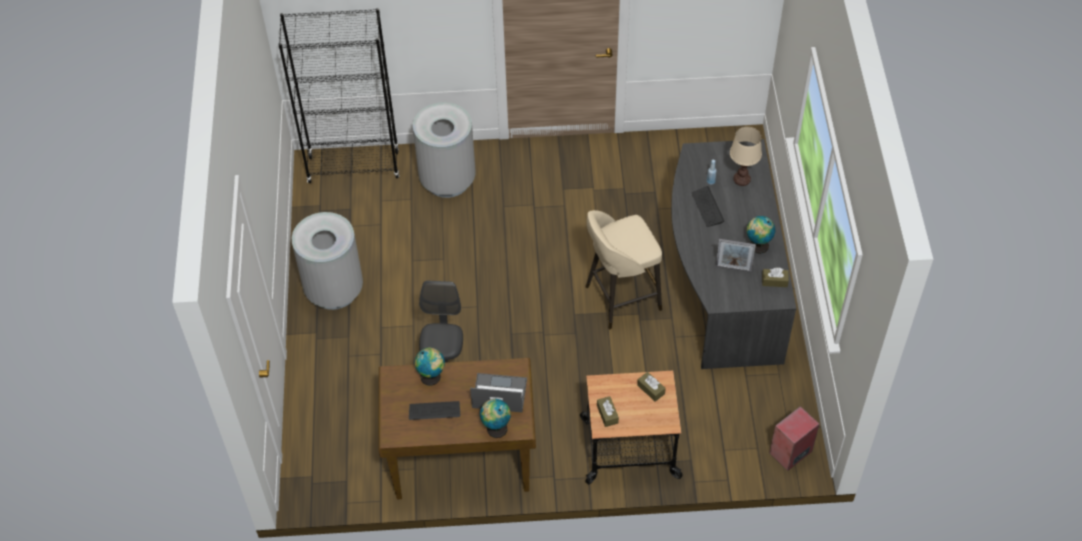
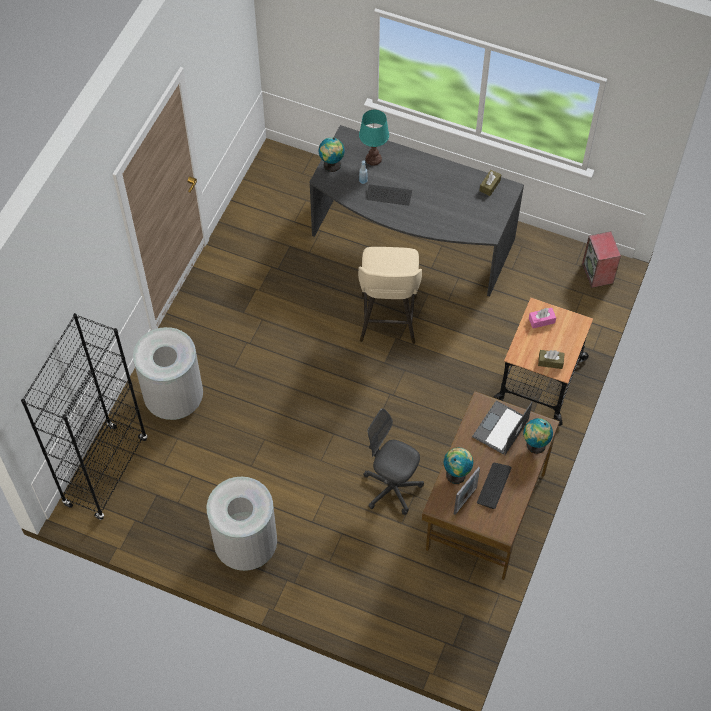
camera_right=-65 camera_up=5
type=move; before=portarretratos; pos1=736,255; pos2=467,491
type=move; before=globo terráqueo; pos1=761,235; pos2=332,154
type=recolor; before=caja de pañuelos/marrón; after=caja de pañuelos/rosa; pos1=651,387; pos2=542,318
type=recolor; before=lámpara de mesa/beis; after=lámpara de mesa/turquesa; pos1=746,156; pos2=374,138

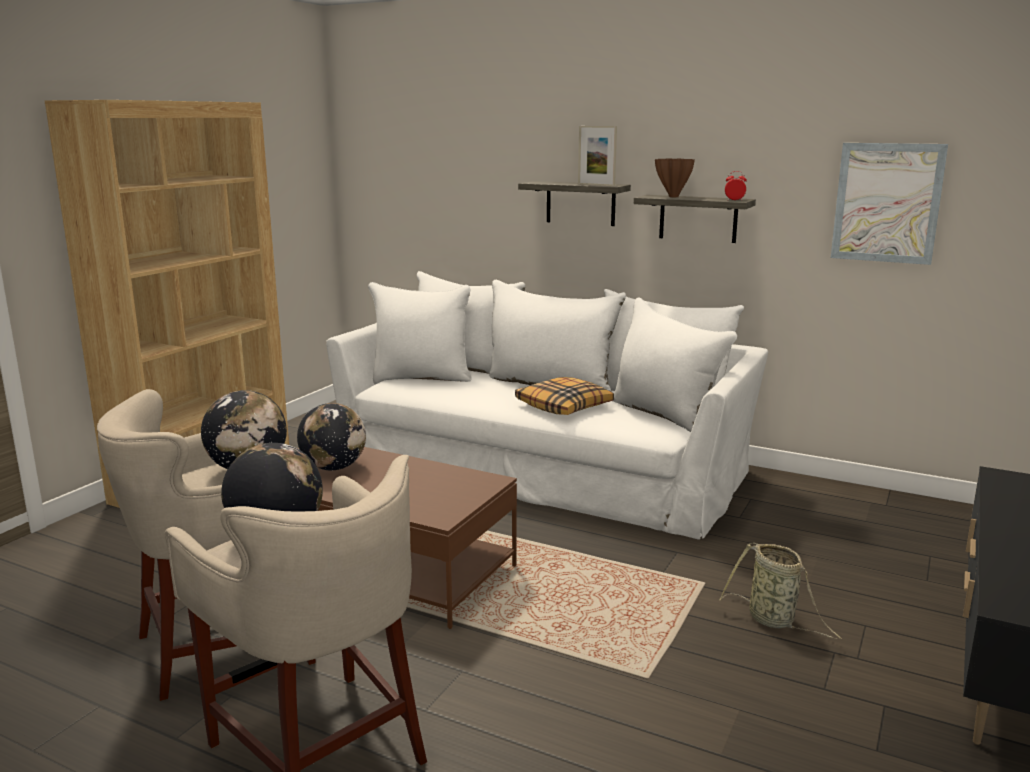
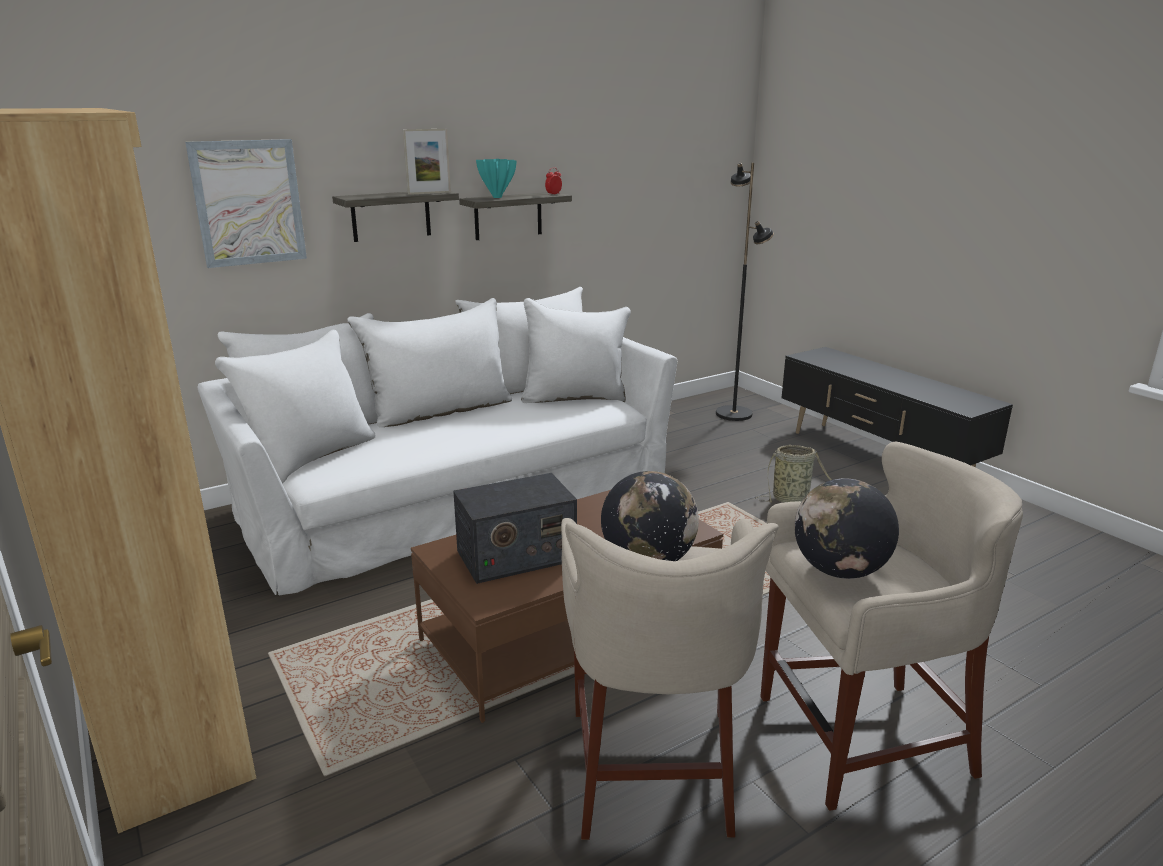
camera_right=-60 camera_up=5
type=delete; before=cojín; pos1=564,396
type=insert; after=lámpara de pie/negro; pos2=745,292
type=move; before=cuadro; pos1=889,204; pos2=246,203
type=replace; before=globo terráqueo; after=radio; pos1=331,436; pos2=515,528
type=recolor; before=florero/marrón; after=florero/turquesa; pos1=675,177; pos2=496,178

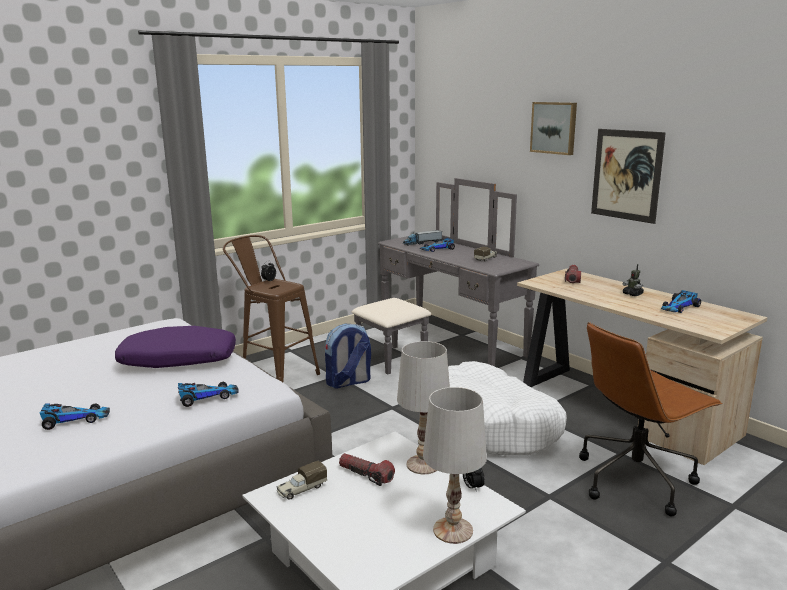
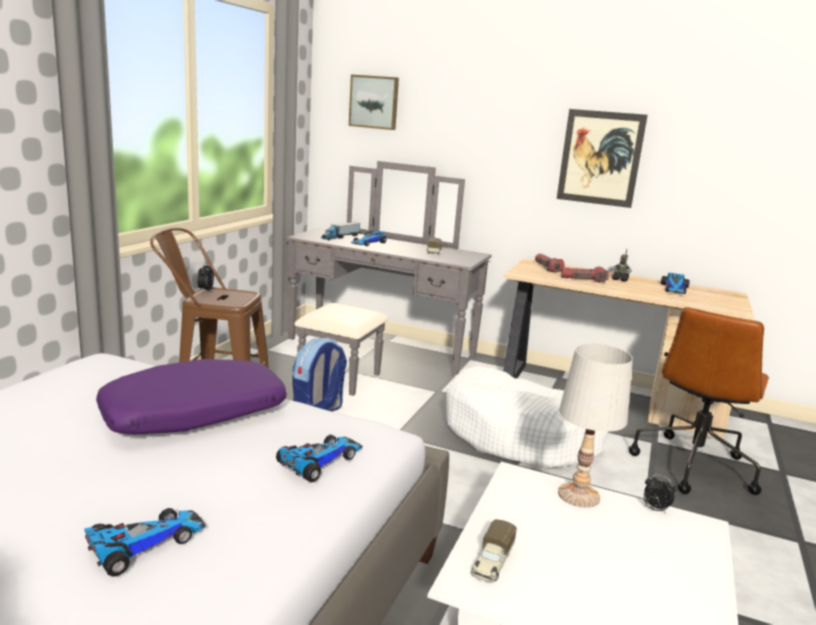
camera_right=-30 camera_up=0
type=delete; before=lámpara de mesa/blanco; pos1=455,465
type=move; before=linterna; pos1=367,469; pos2=585,275
type=move; before=cuadro; pos1=553,128; pos2=374,102

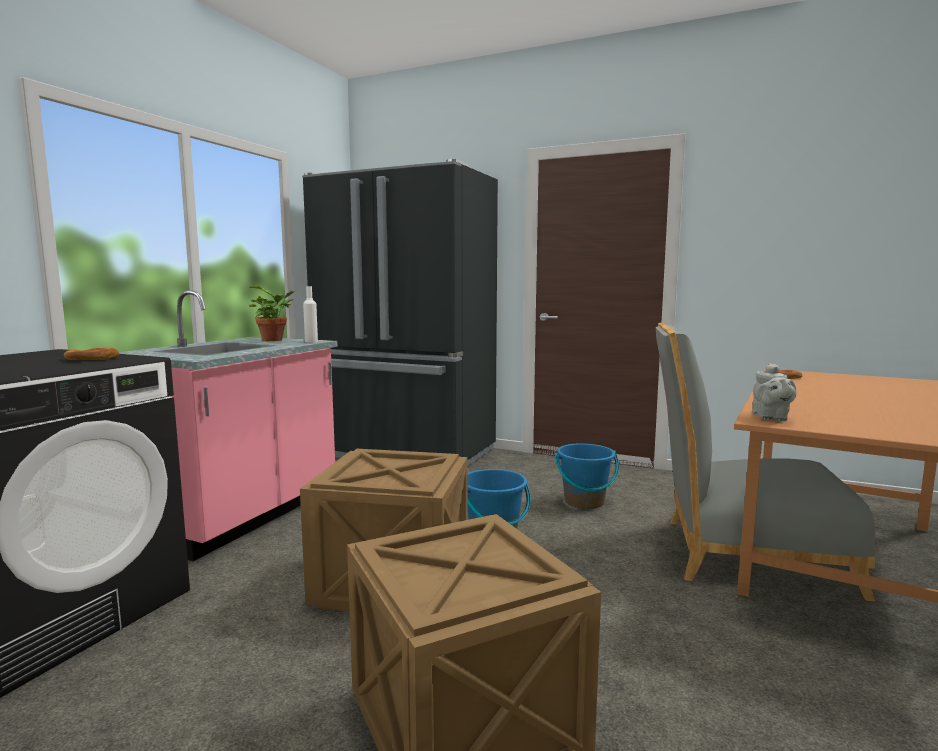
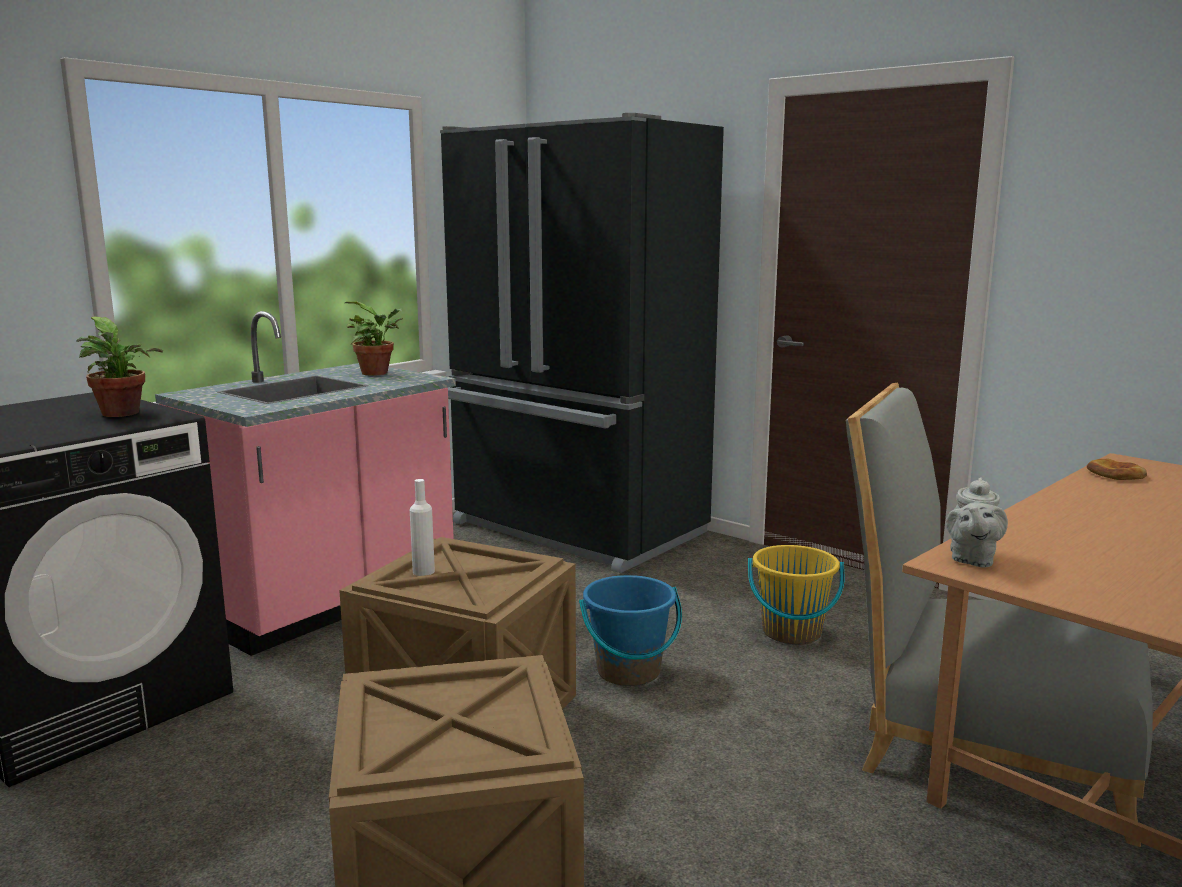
camera_right=15 camera_up=5
type=move; before=botella/blanco; pos1=310,314; pos2=422,527
type=replace; before=pan; after=planta en maceta; pos1=92,353; pos2=120,367
type=recolor; before=cubo/azul; after=cubo/amarillo; pos1=587,476; pos2=796,595

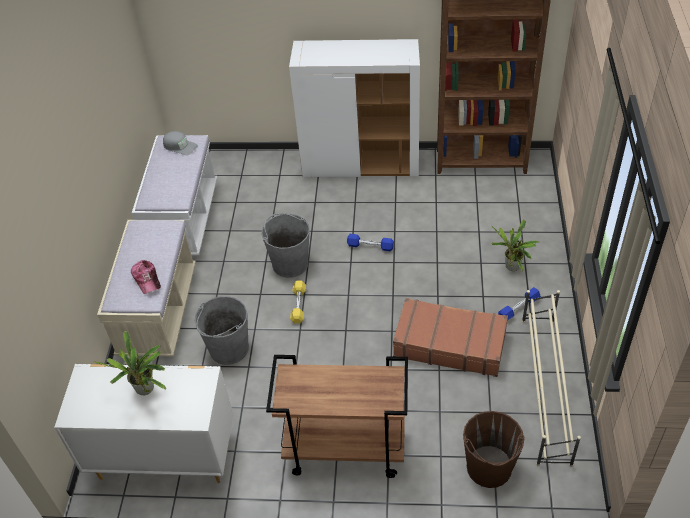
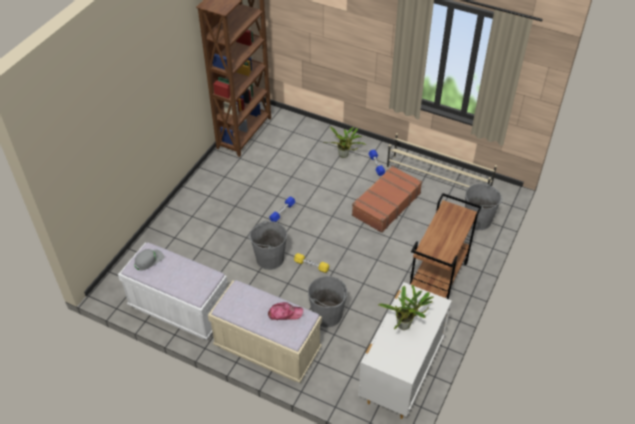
camera_right=-70 camera_up=0
type=delete; before=armario/blanco; pos1=354,108
type=recolor; before=cubo/marrón; after=cubo/gris; pos1=493,449; pos2=484,206

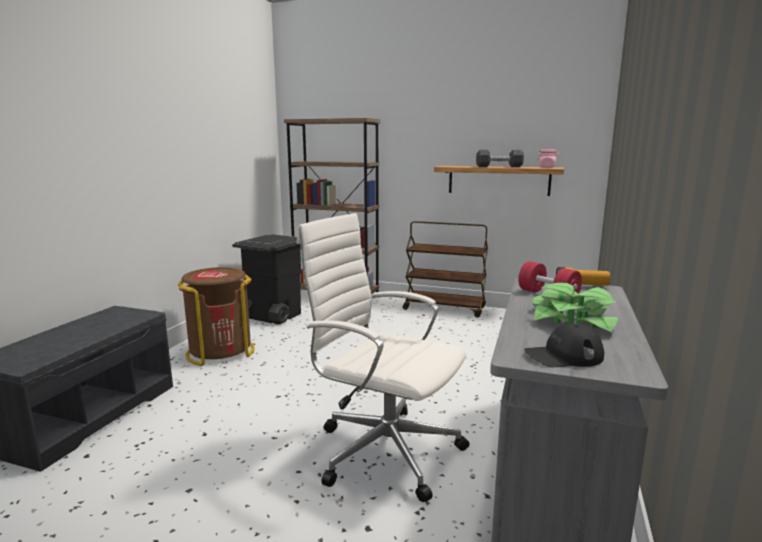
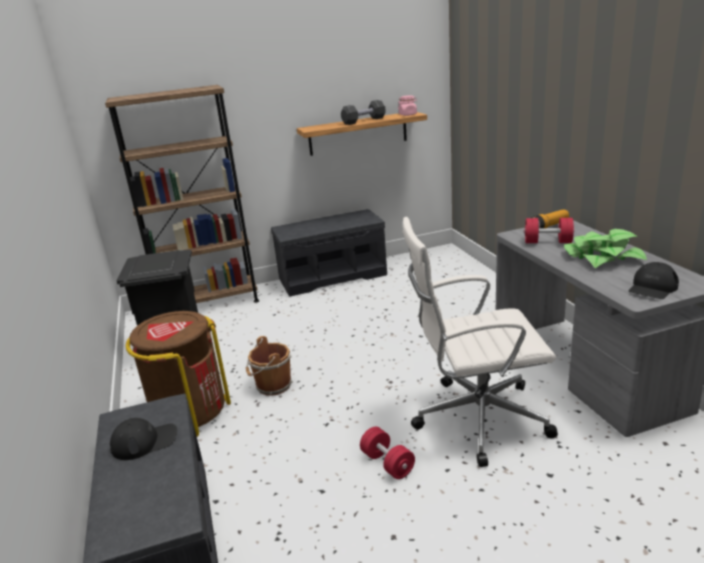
camera_right=-35 camera_up=10
type=insert; after=gorra/negro; pos2=143,439
type=insert; after=cubo/marrón; pos2=269,366
type=insert; after=mancuerna/rojo; pos2=387,453
type=replace; before=carrito/marrón; after=banco/gris; pos1=445,269; pos2=329,253

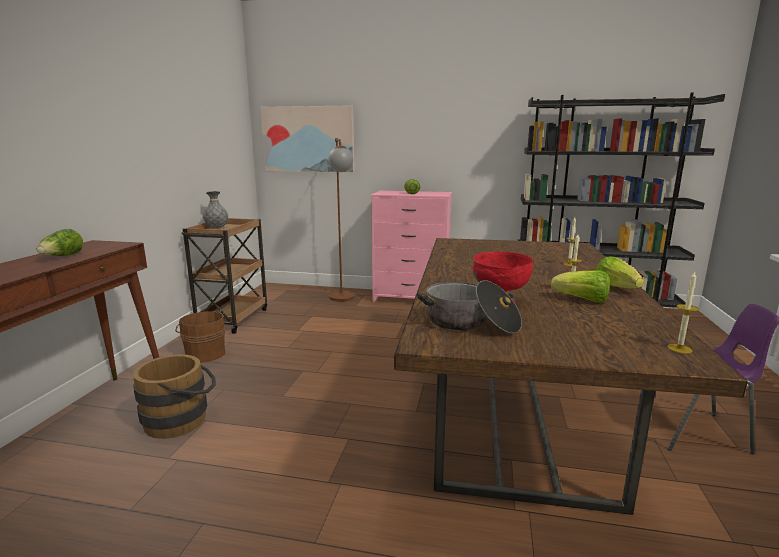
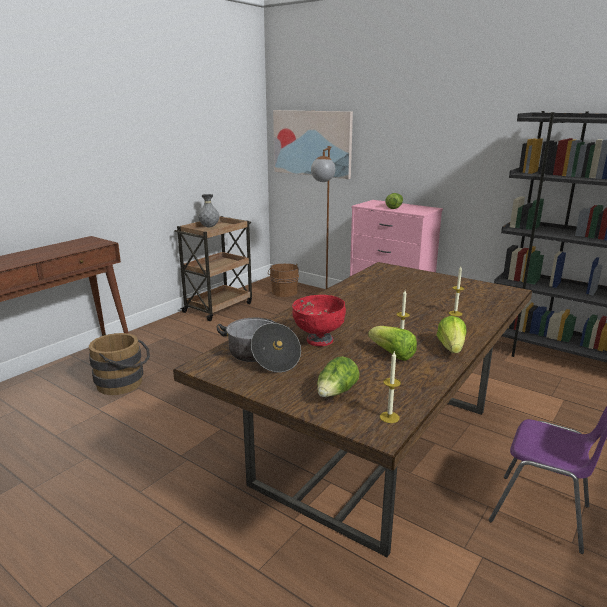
camera_right=25 camera_up=5
type=move; before=lechuga; pos1=60,242; pos2=338,376
type=move; before=cubo/marrón; pos1=200,336; pos2=283,280

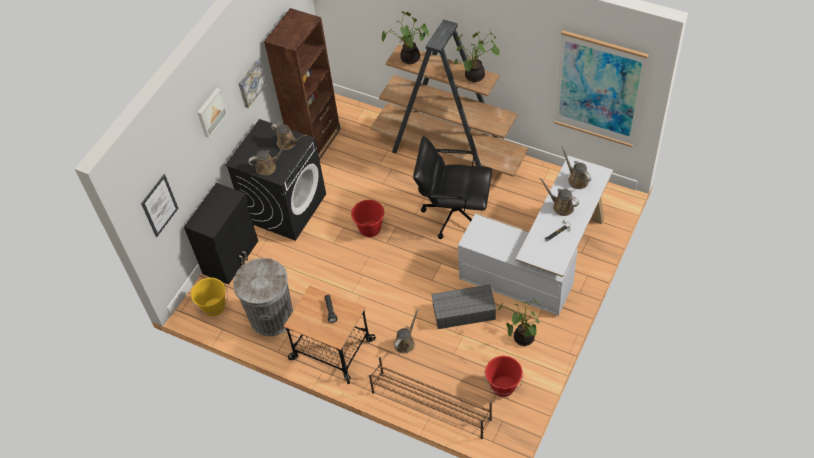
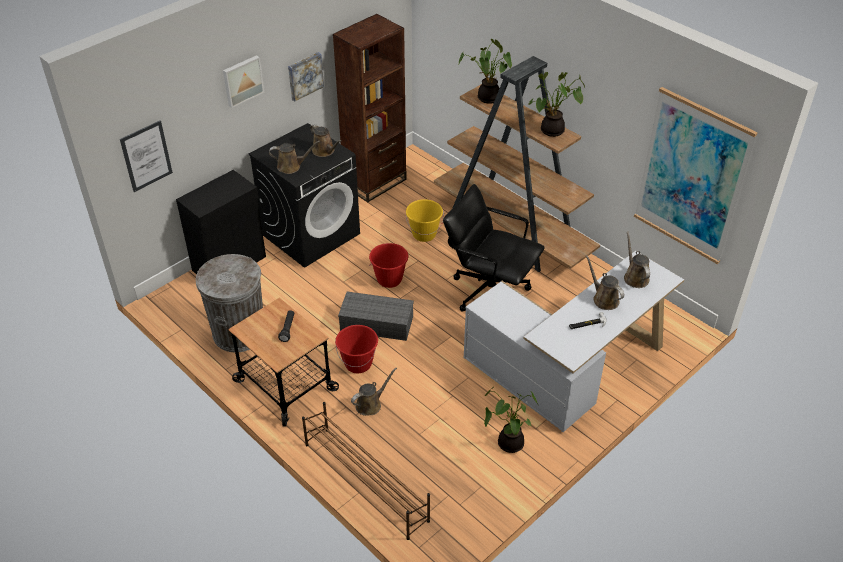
camera_right=15 camera_up=-10
type=move; before=cubo/amarillo; pos1=209,297; pos2=425,220
type=move; before=caja de almacenaje/gris; pos1=464,306; pos2=376,316
type=move; before=cubo/rojo; pos1=503,376; pos2=356,349

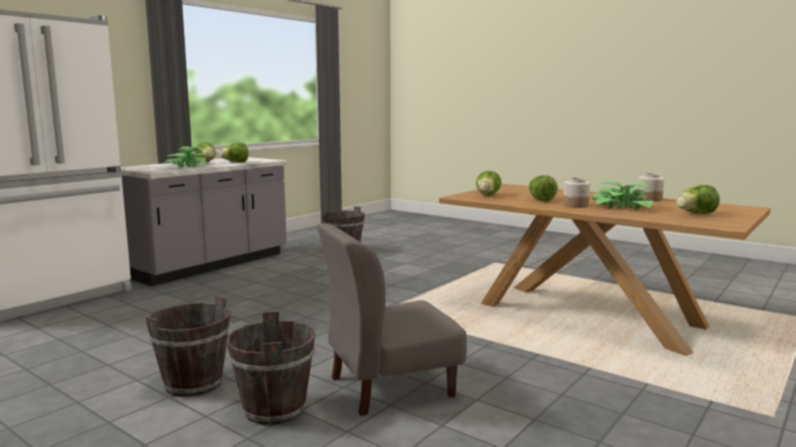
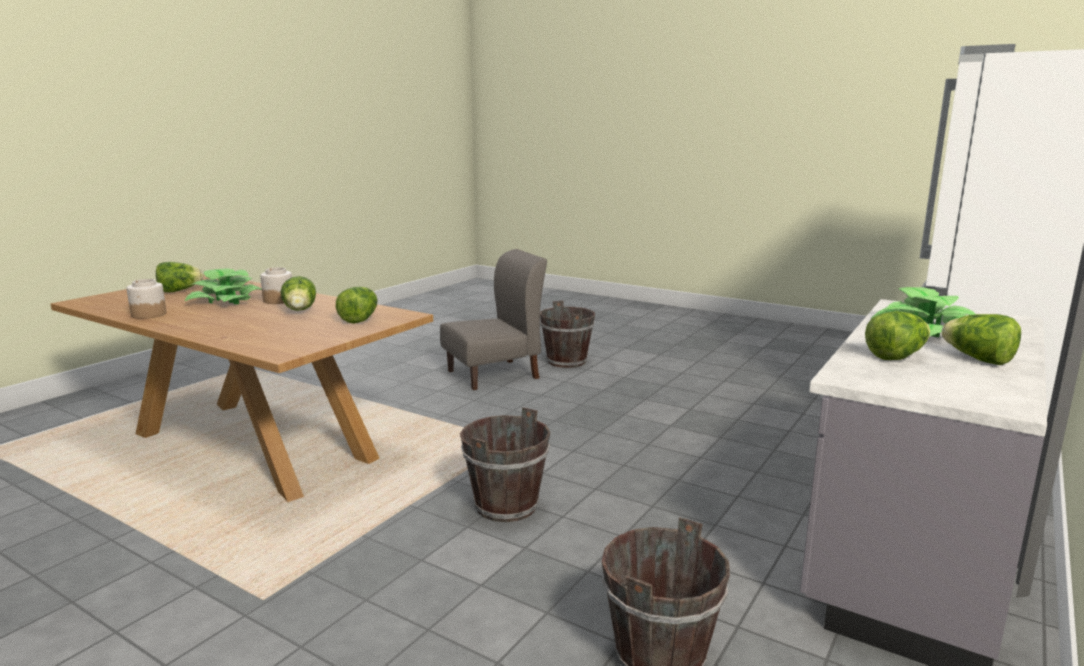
camera_right=175 camera_up=5
type=move; before=cubo/marrón; pos1=188,346; pos2=505,464

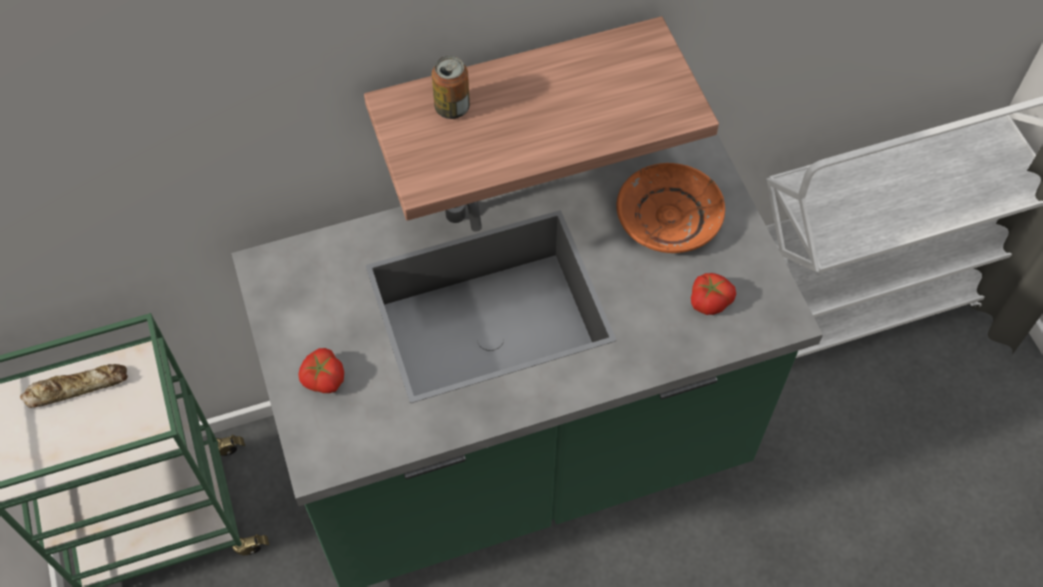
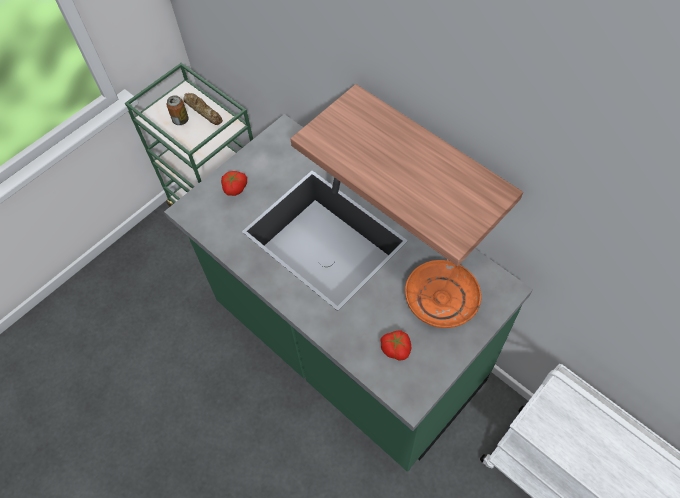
camera_right=65 camera_up=0
type=move; before=lata; pos1=451,87; pos2=177,110

